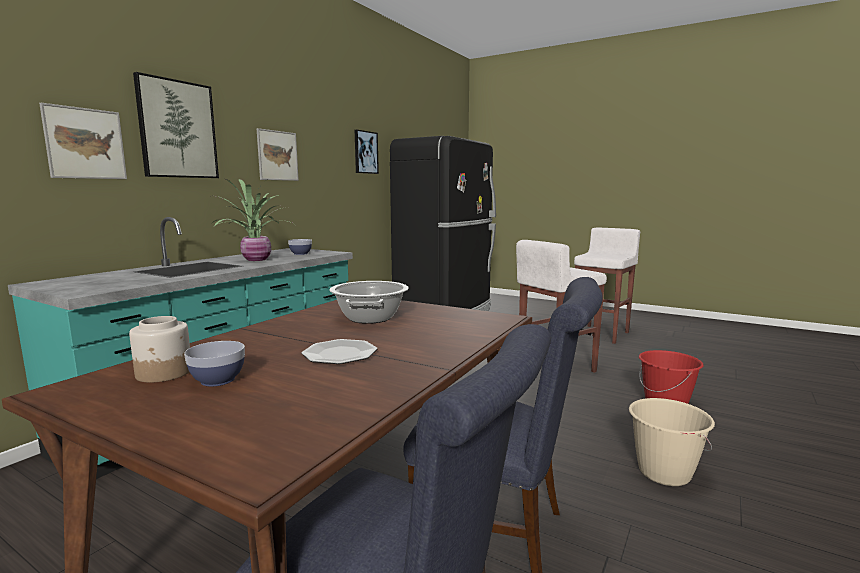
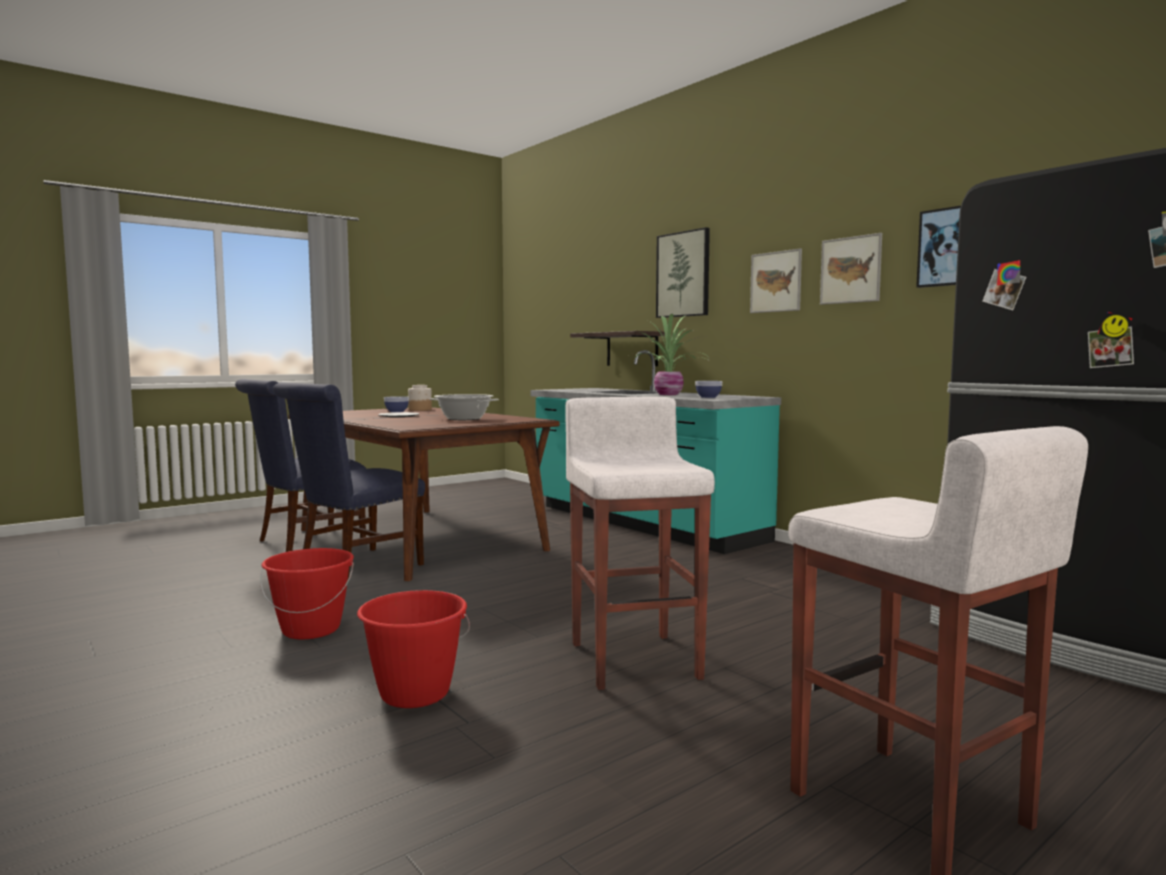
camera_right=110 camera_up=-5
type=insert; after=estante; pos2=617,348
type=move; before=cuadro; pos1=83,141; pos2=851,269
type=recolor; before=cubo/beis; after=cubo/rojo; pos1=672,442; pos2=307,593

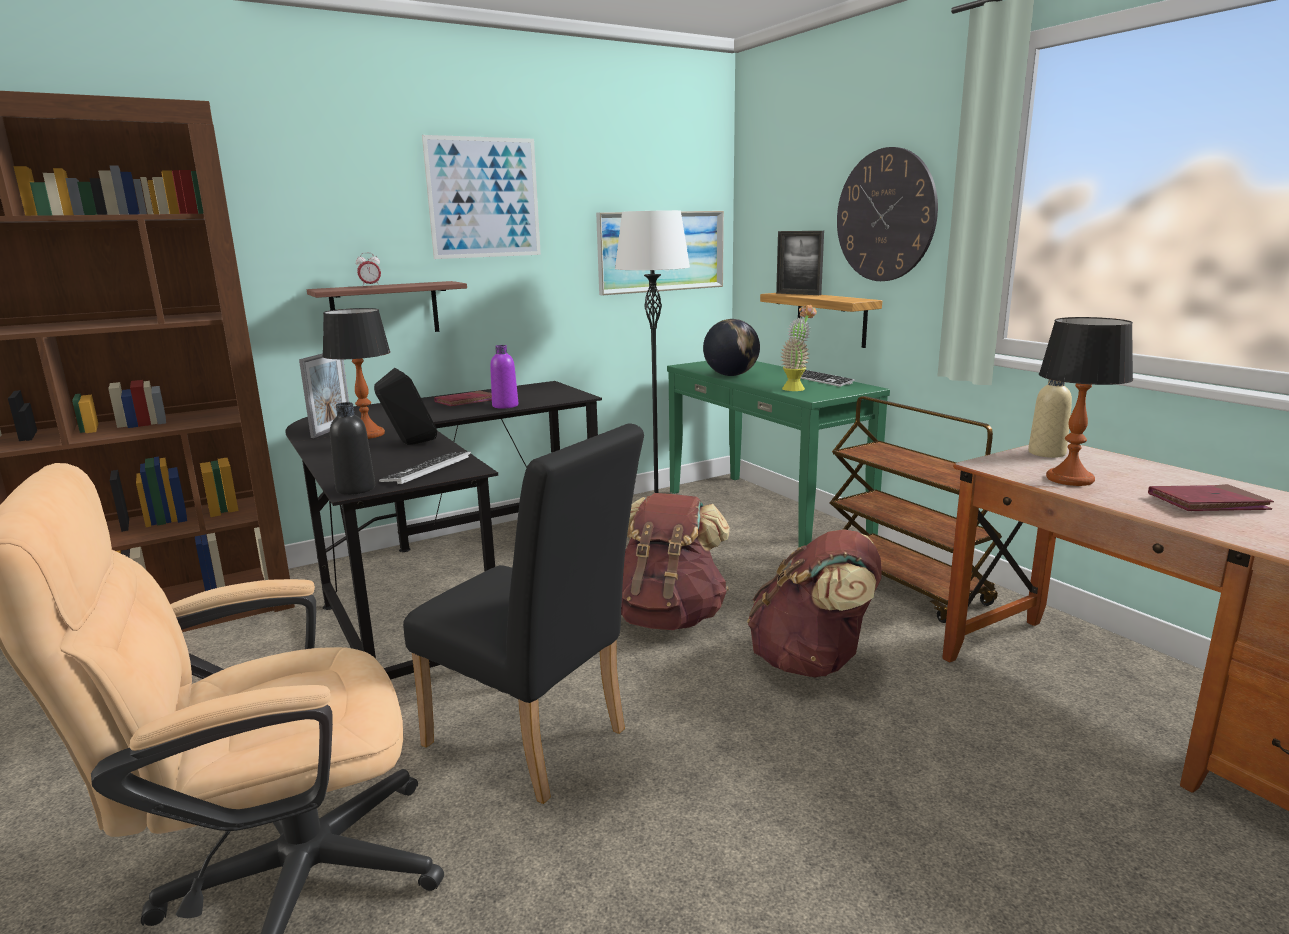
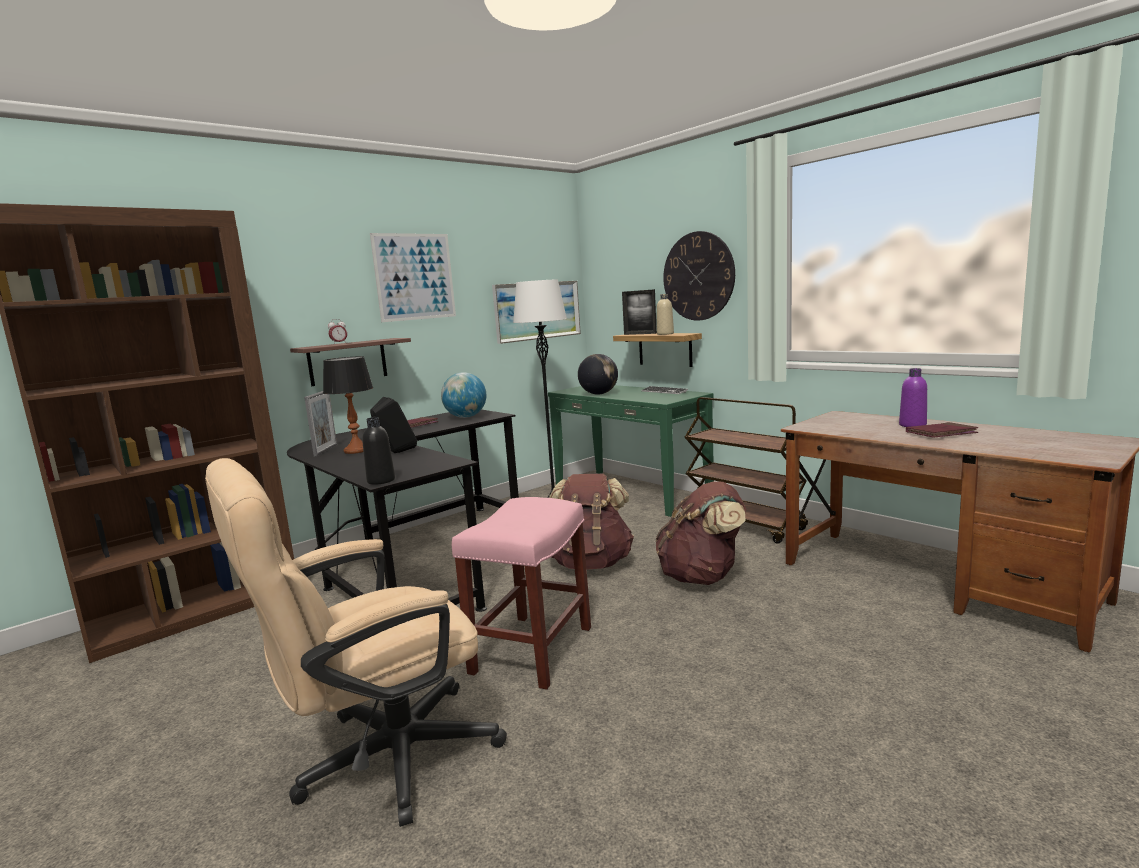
camera_right=-10 camera_up=-5
type=delete; before=teclado; pos1=425,467
type=delete; before=planta en maceta; pos1=798,348
type=delete; before=lámpara de mesa; pos1=1086,401
type=insert; after=globo terráqueo; pos2=463,395
type=move; before=botella/morado; pos1=504,377; pos2=913,397
type=move; before=botella/beis; pos1=1050,418; pos2=665,314
type=replace; before=silla/negro; after=taburete/rosa; pos1=523,614; pos2=521,593

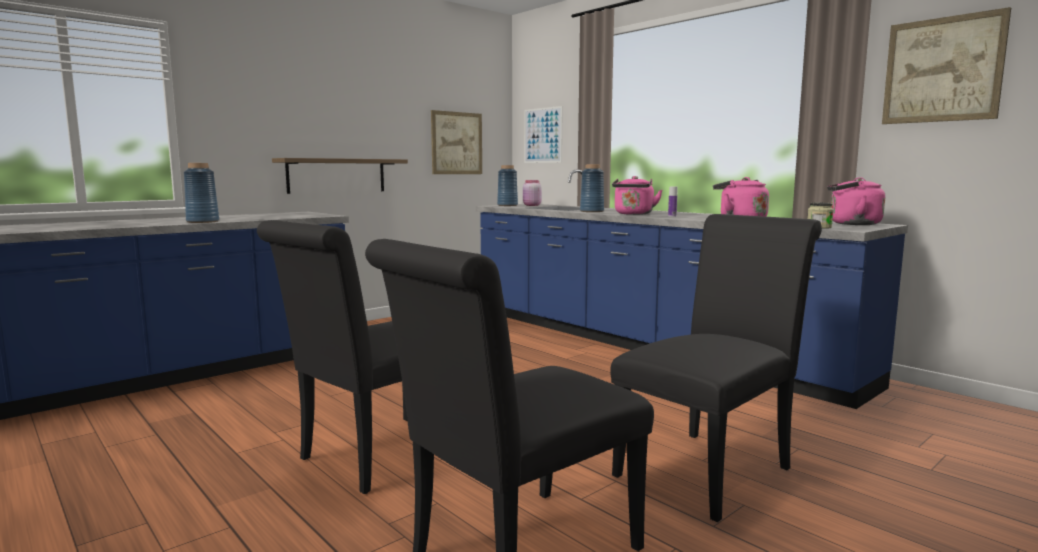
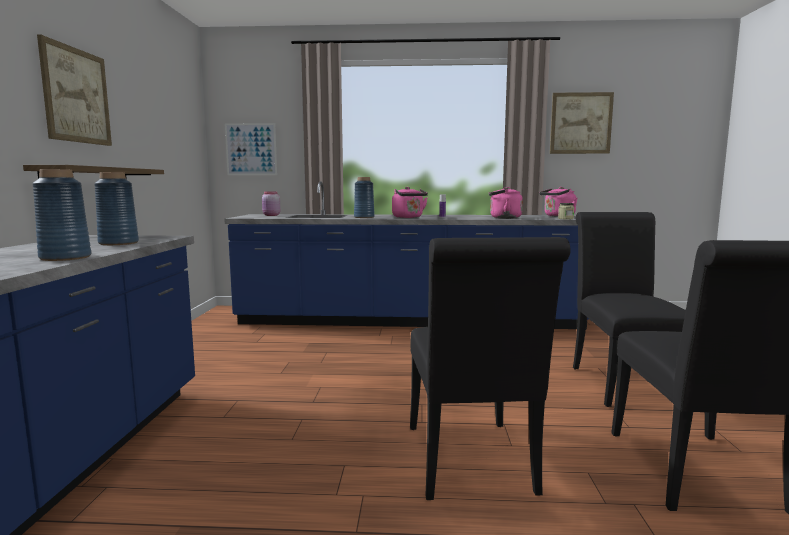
camera_right=-45 camera_up=0
type=move; before=cuadro; pos1=456,142; pos2=74,90
type=move; before=florero/azul; pos1=507,185; pos2=116,208

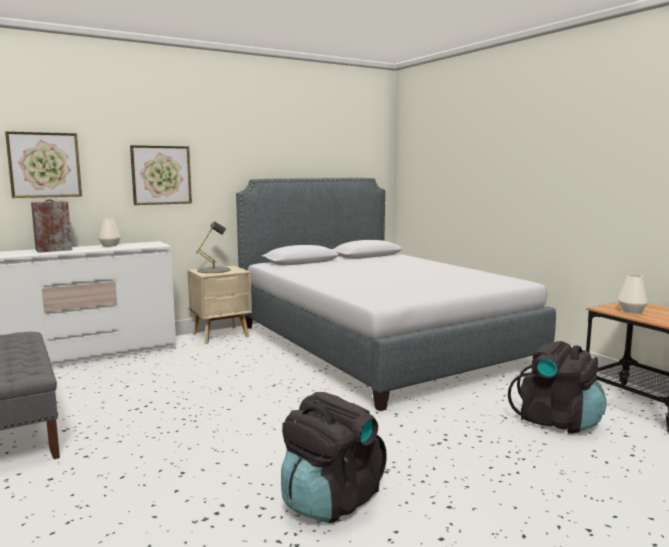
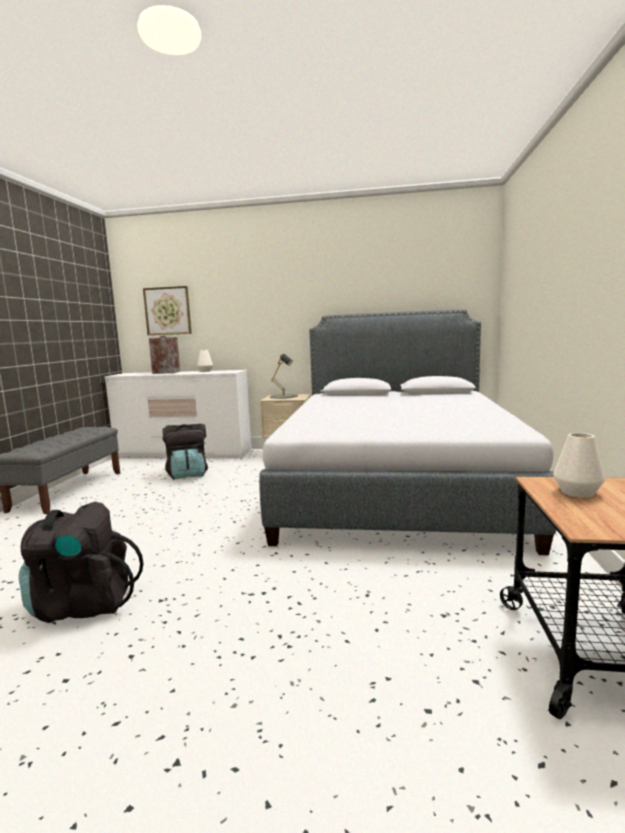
camera_right=40 camera_up=0
type=delete; before=cuadro; pos1=161,175
type=move; before=mochila/negro; pos1=557,387; pos2=185,451

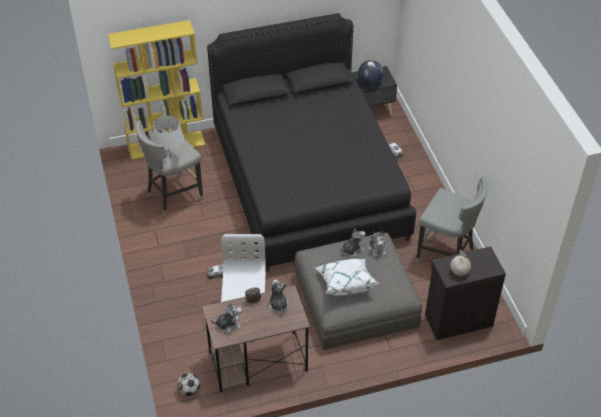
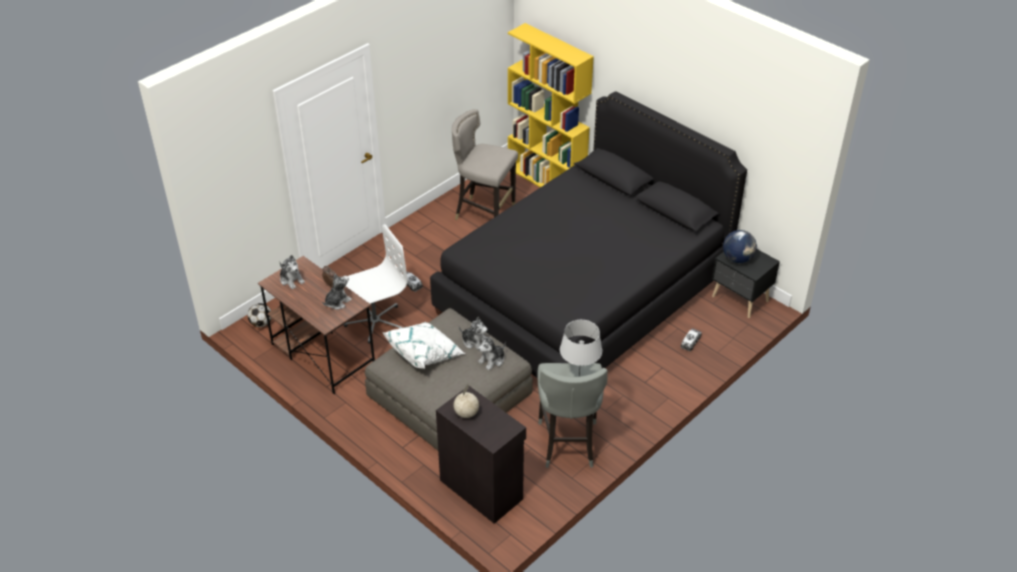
camera_right=60 camera_up=-5
type=move; before=lámpara de mesa/gris; pos1=168,136; pos2=581,348

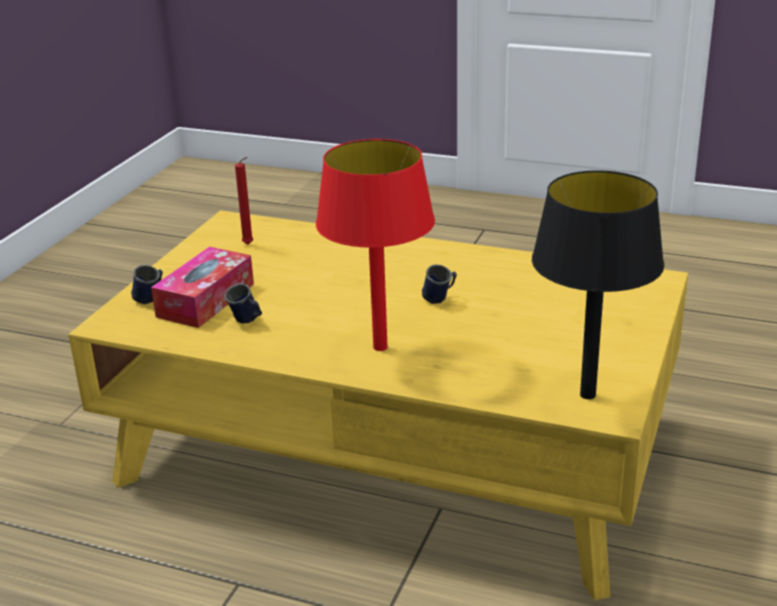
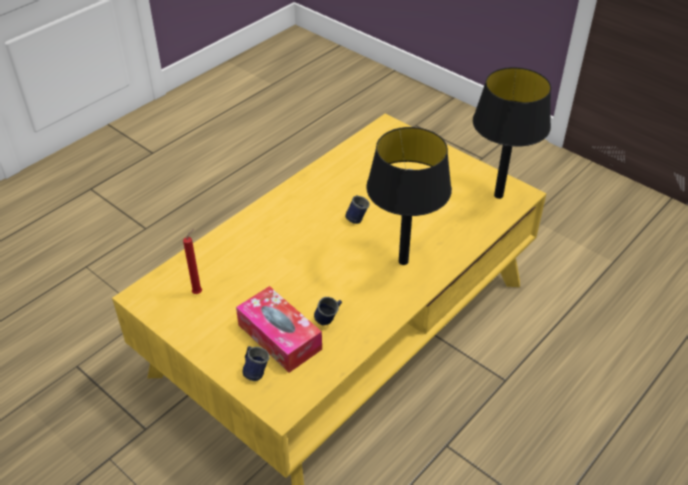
camera_right=-70 camera_up=15
type=recolor; before=lámpara de mesa/rojo; after=lámpara de mesa/negro; pos1=375,245; pos2=409,196

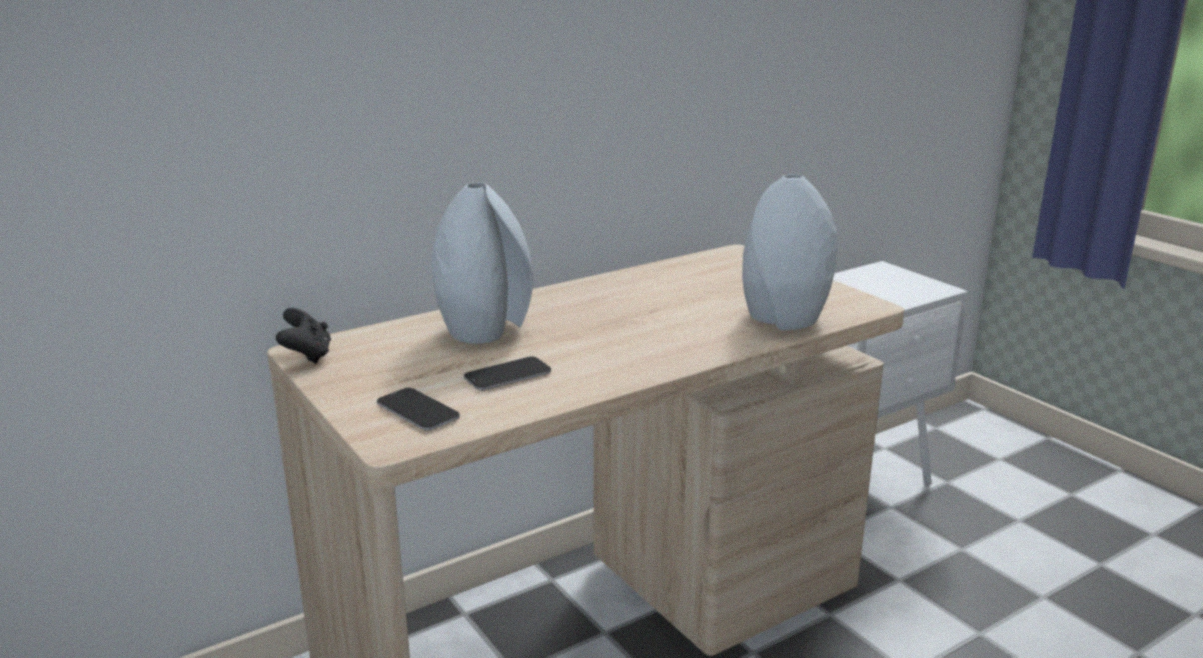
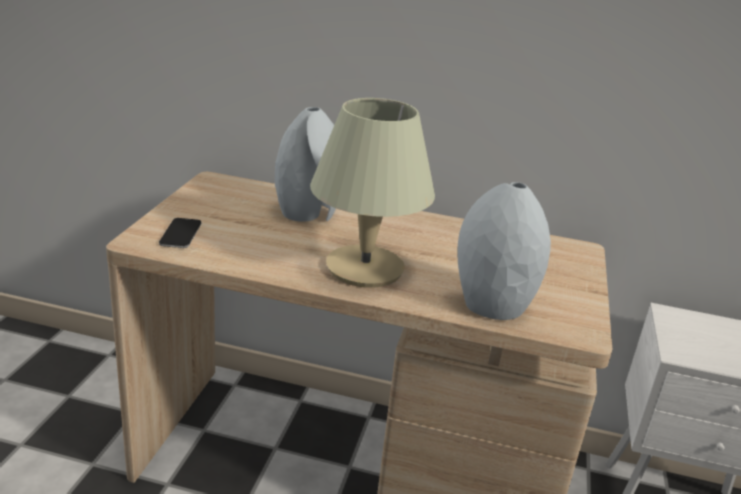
camera_right=45 camera_up=5
type=delete; before=mando de consola/negro; pos1=303,336
type=delete; before=móvil; pos1=507,373
type=insert; after=lámpara de mesa/beis; pos2=372,193

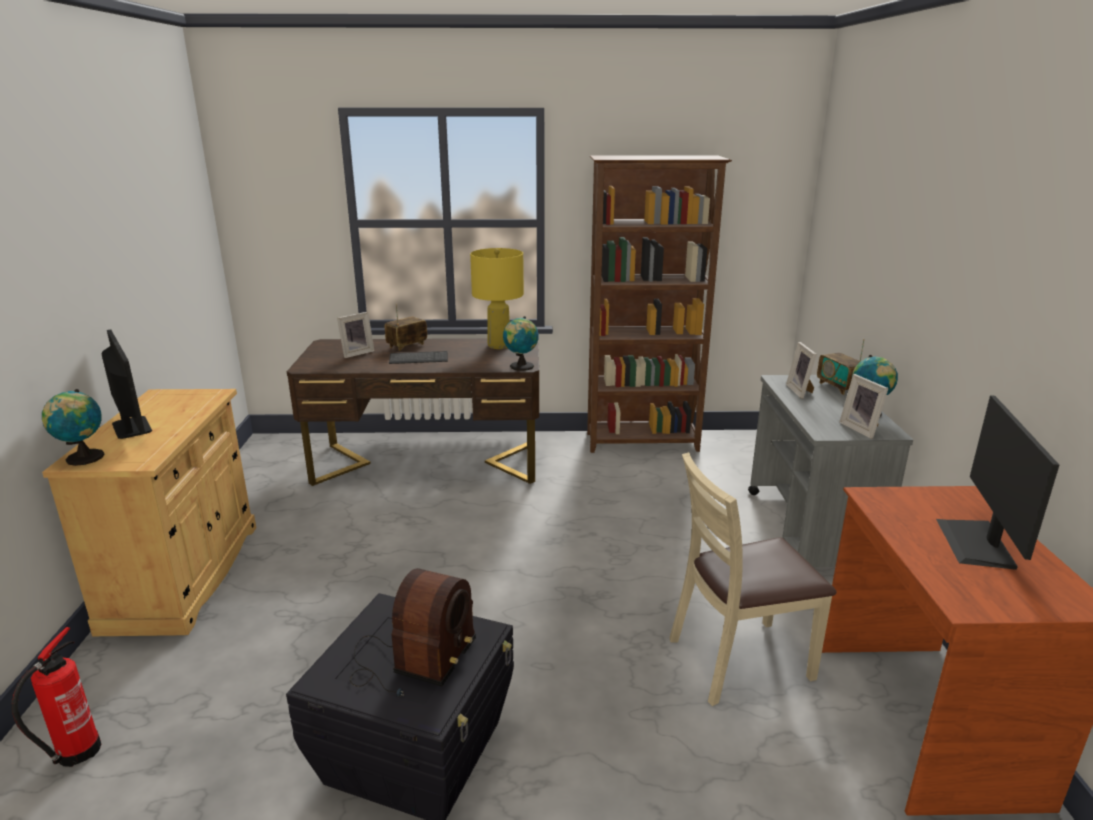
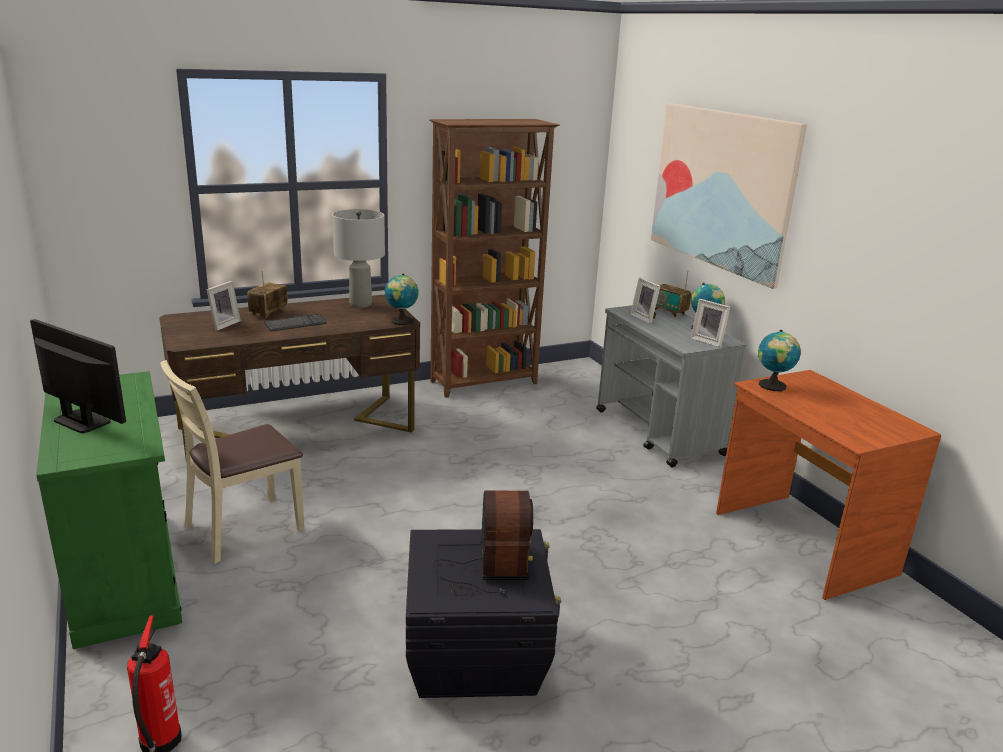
camera_right=-25 camera_up=0
type=delete; before=monitor; pos1=997,482
type=insert; after=cuadro; pos2=729,196
type=move; before=globo terráqueo; pos1=73,427; pos2=779,360
type=move; before=silla/beis; pos1=753,579; pos2=232,462
type=recolor; before=armario/beis; after=armario/verde; pos1=149,512; pos2=109,510
type=recolor; before=lámpara de mesa/amarillo; after=lámpara de mesa/gris; pos1=497,298; pos2=358,258

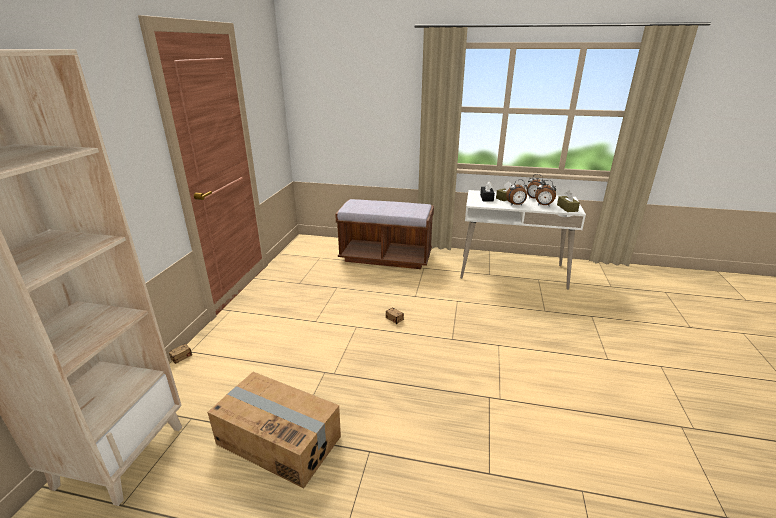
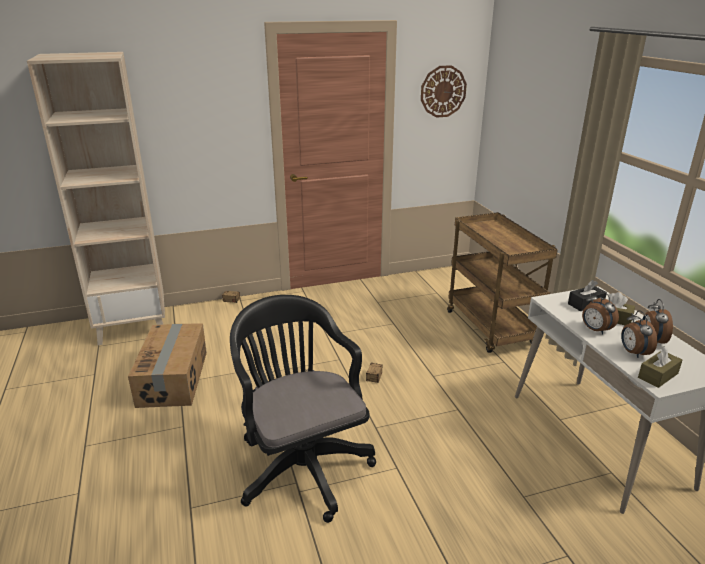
camera_right=60 camera_up=0
type=insert; after=silla de oficina/negro; pos2=303,409
type=insert; after=reloj de pared; pos2=444,91
type=replace; before=banco/marrón; after=carrito/marrón; pos1=384,234; pos2=502,282

